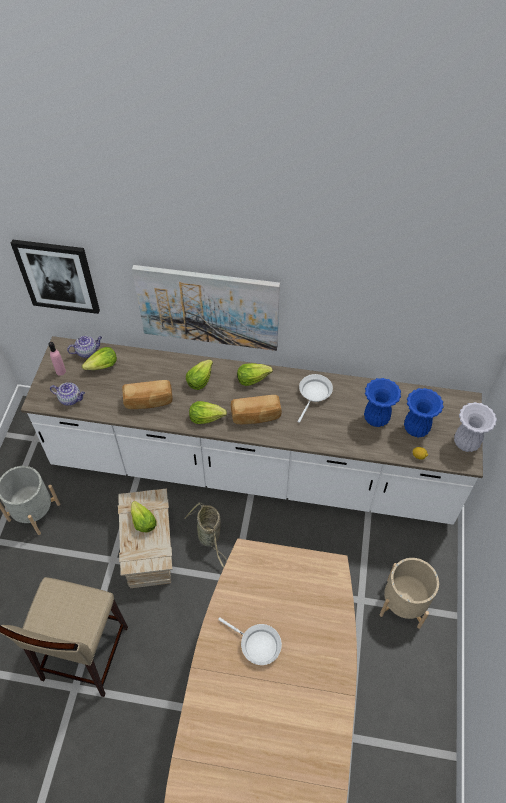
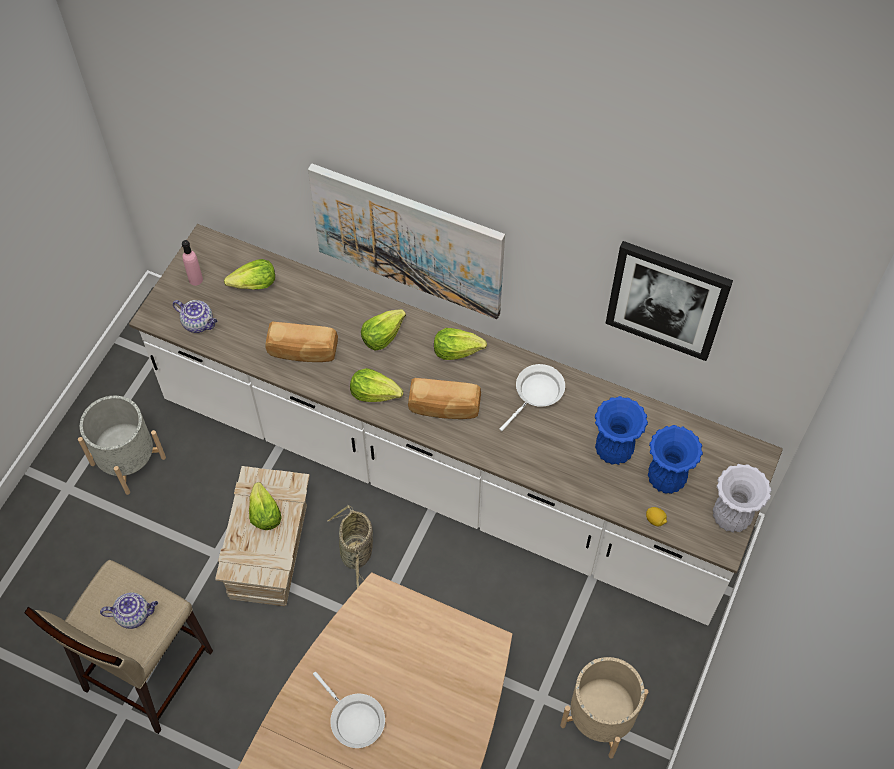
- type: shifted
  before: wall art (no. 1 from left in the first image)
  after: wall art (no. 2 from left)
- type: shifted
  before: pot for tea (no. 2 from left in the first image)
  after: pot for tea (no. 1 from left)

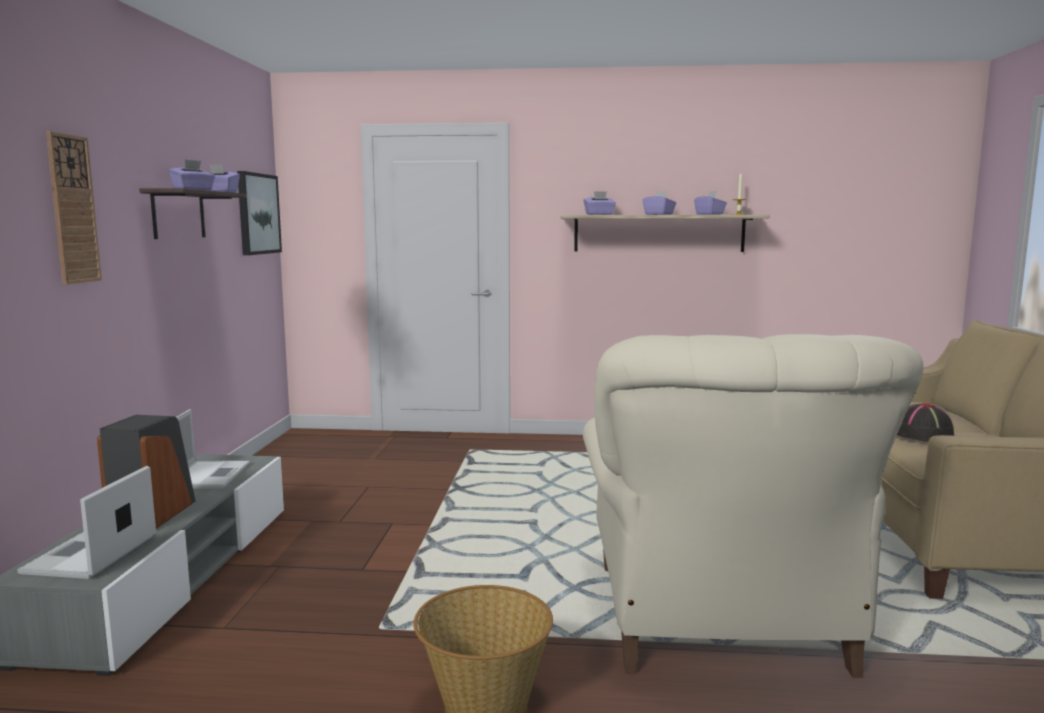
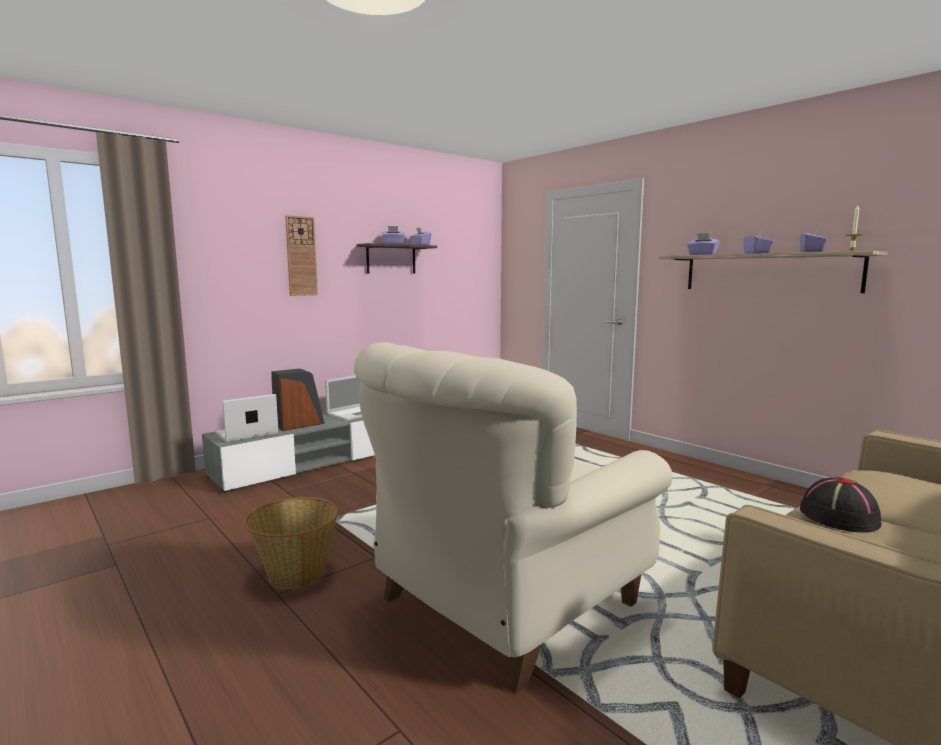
- type: gone
  before: wall art

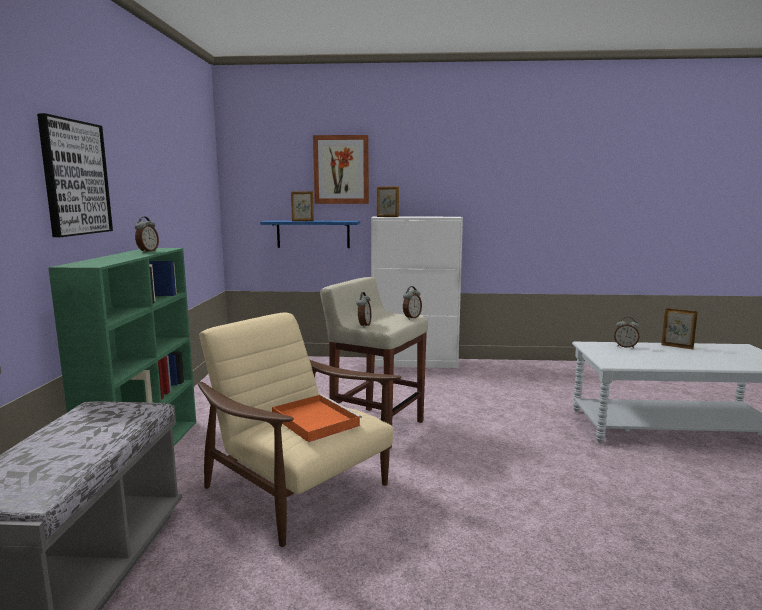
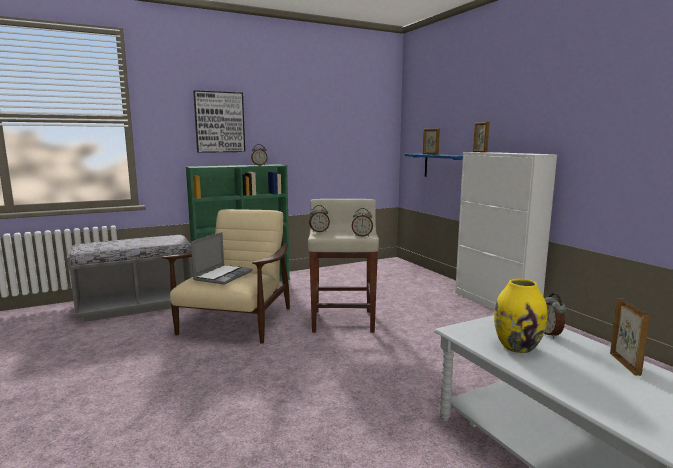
- type: gone
  before: wall art (no. 2 from left)
- type: new
  after: yellow-coloured vase
- type: swapped
  before: orangey carrying tray
  after: laptop

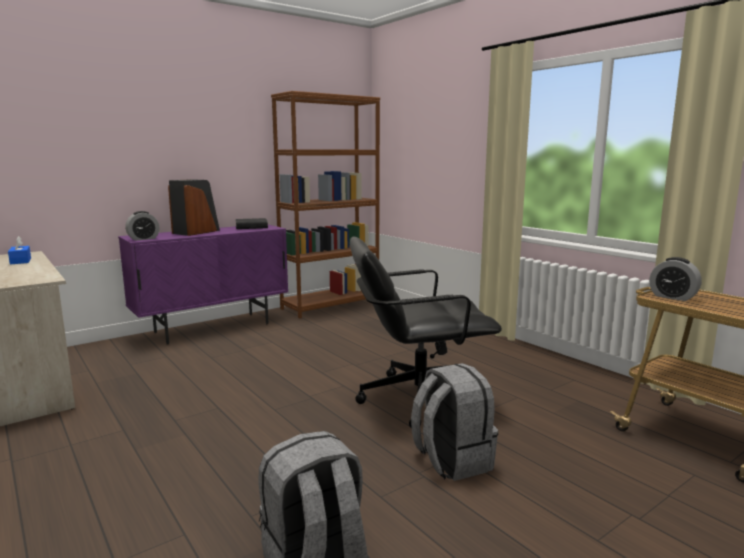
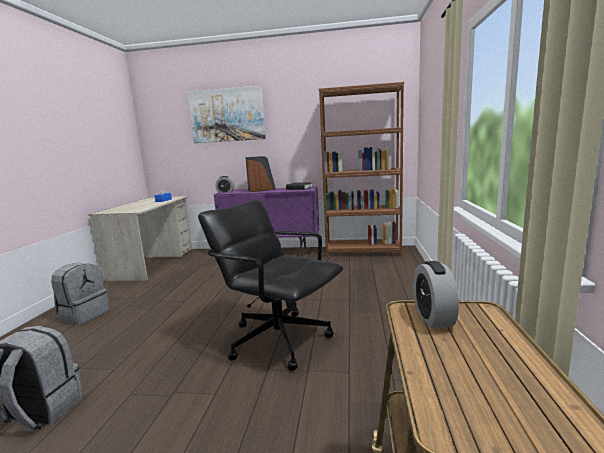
- type: new
  after: wall art
- type: shifted
  before: grey rucksack (no. 2 from left)

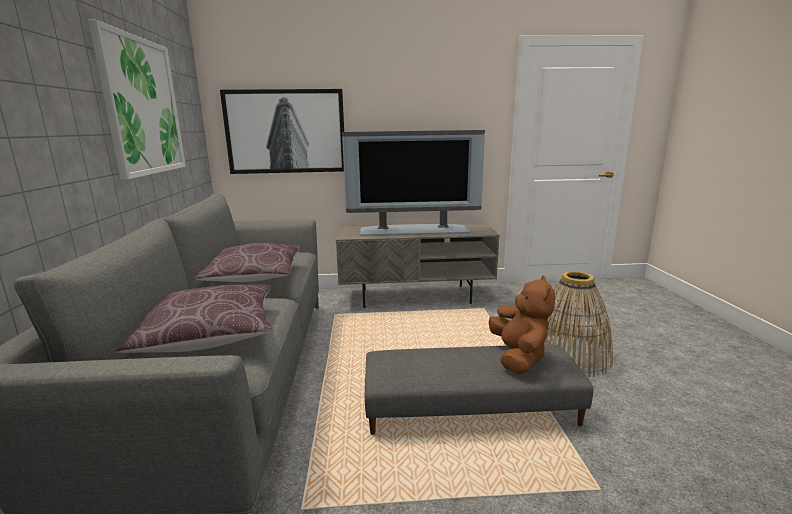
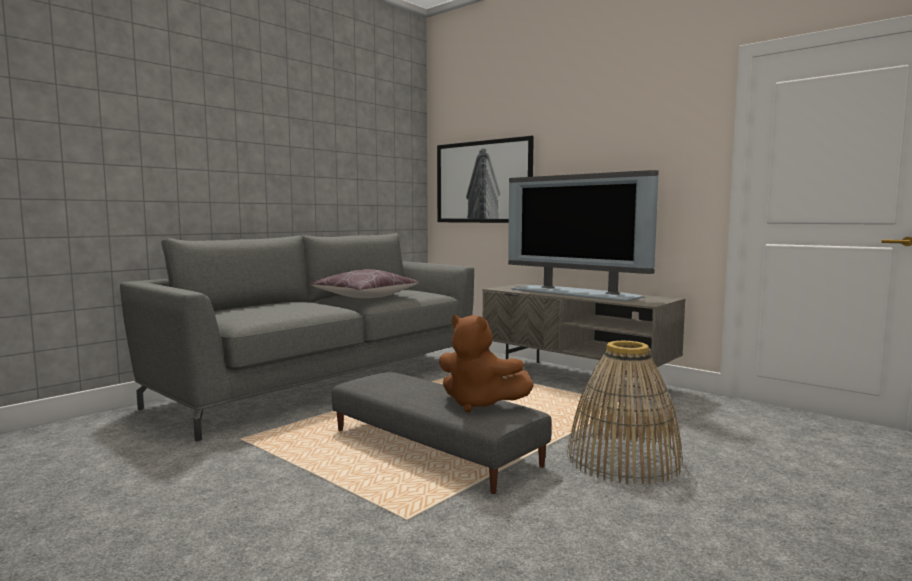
- type: gone
  before: wall art (no. 1 from left)
- type: gone
  before: brownish cushion (no. 1 from left)
- type: rotated
  before: brownish soft toy
  turn: 75

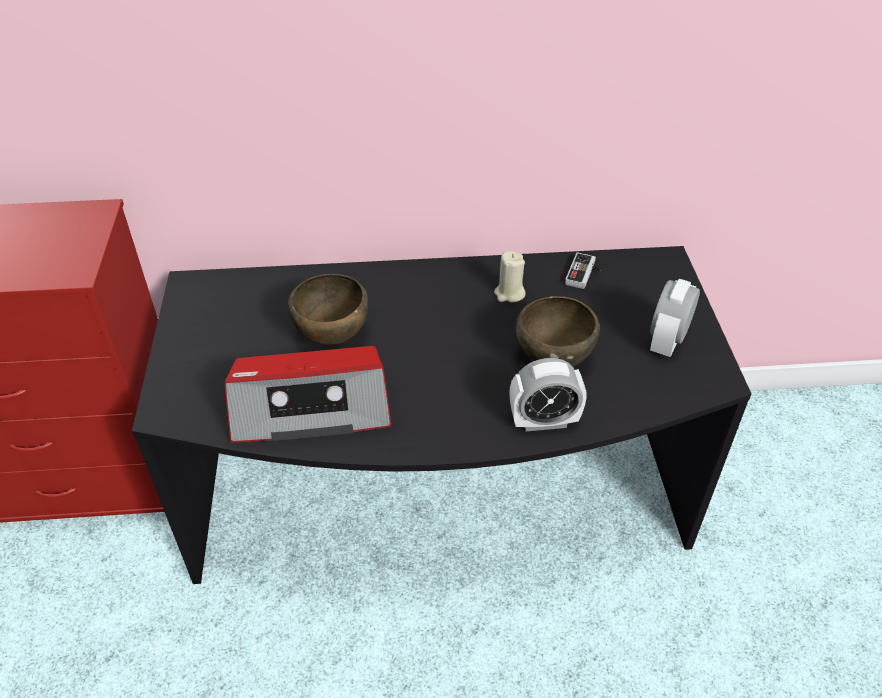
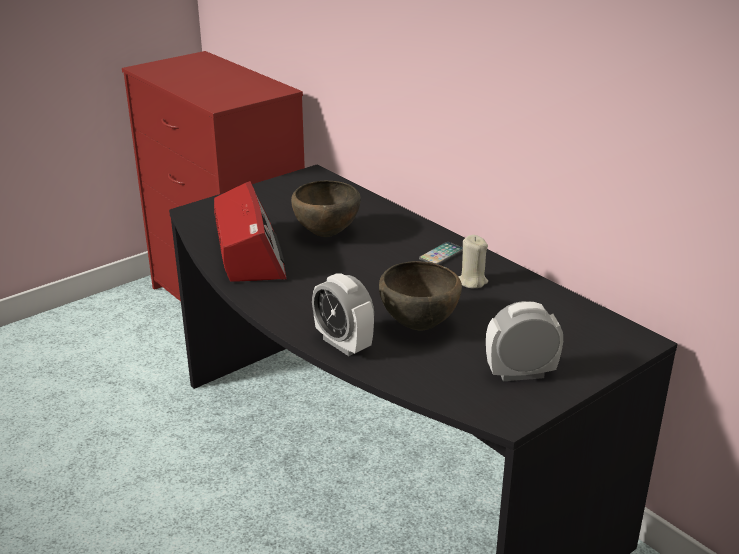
- type: gone
  before: gamepad
- type: new
  after: handset
- type: rotated
  before: radio set
  turn: -150

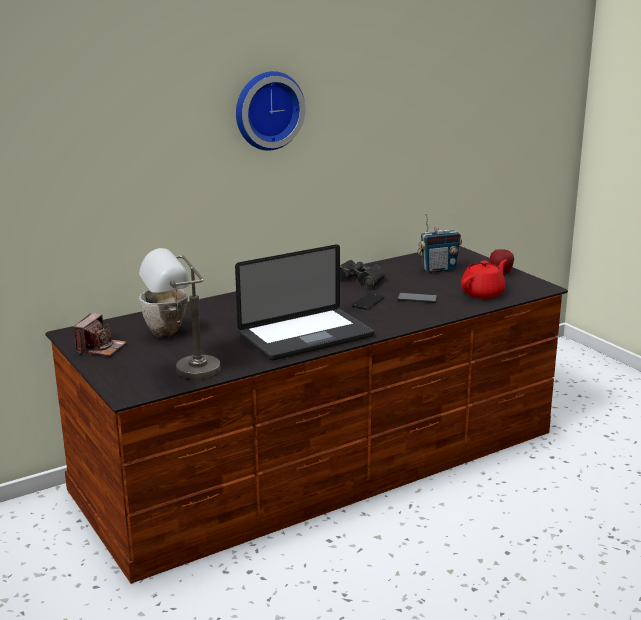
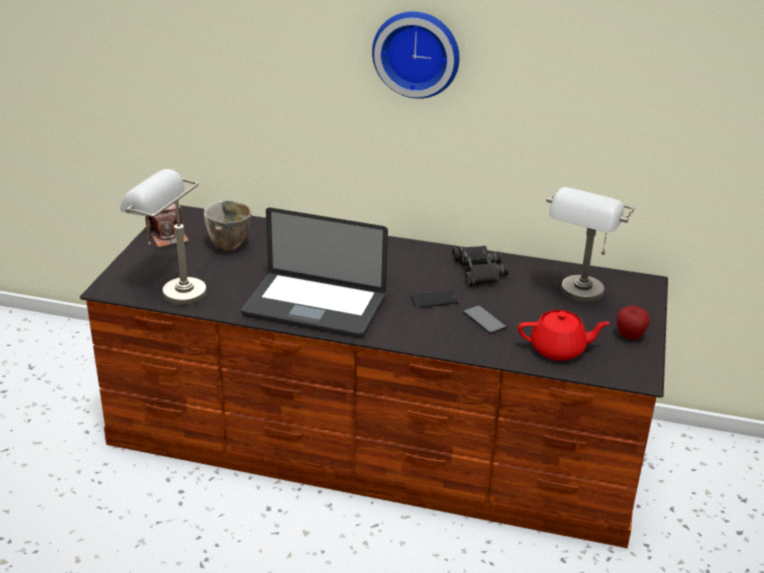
- type: swapped
  before: radio set
  after: grey table lamp (no. 2 from left)

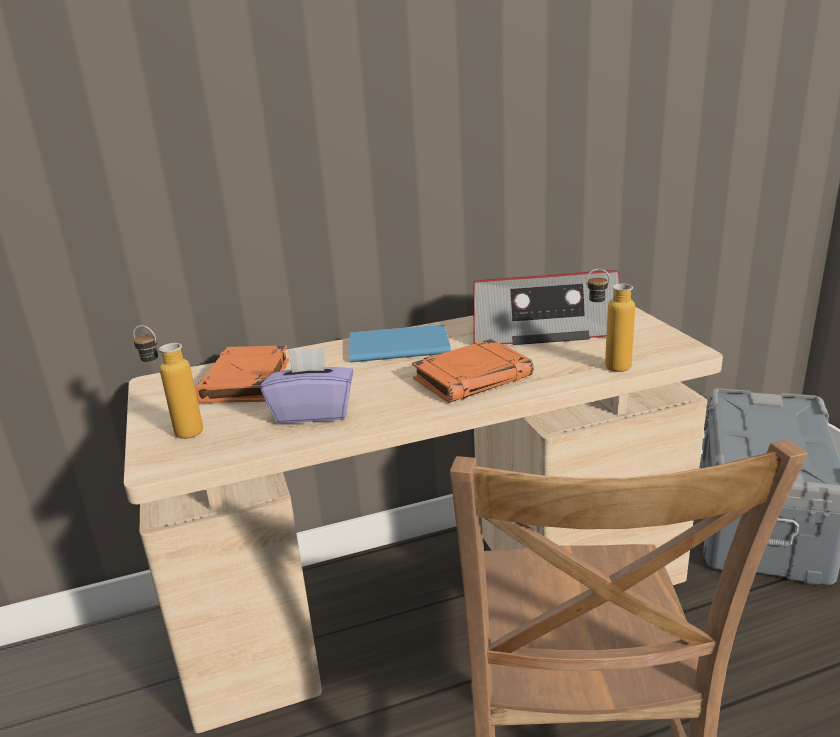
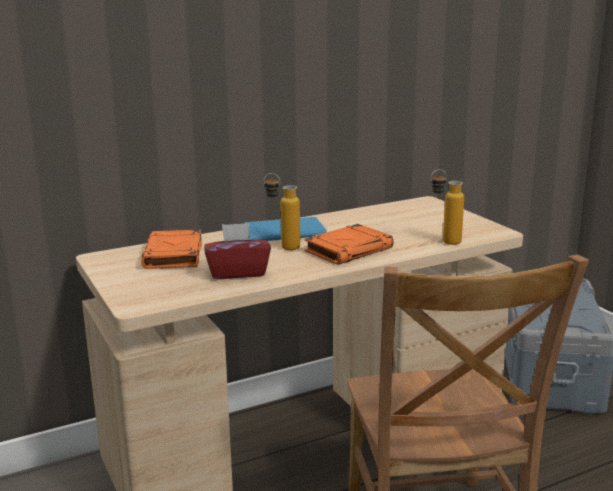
- type: gone
  before: radio set
- type: shifted
  before: beverage bottle (no. 1 from left)
- type: repainted
  before: purple tissue box
  after: red-coloured tissue box

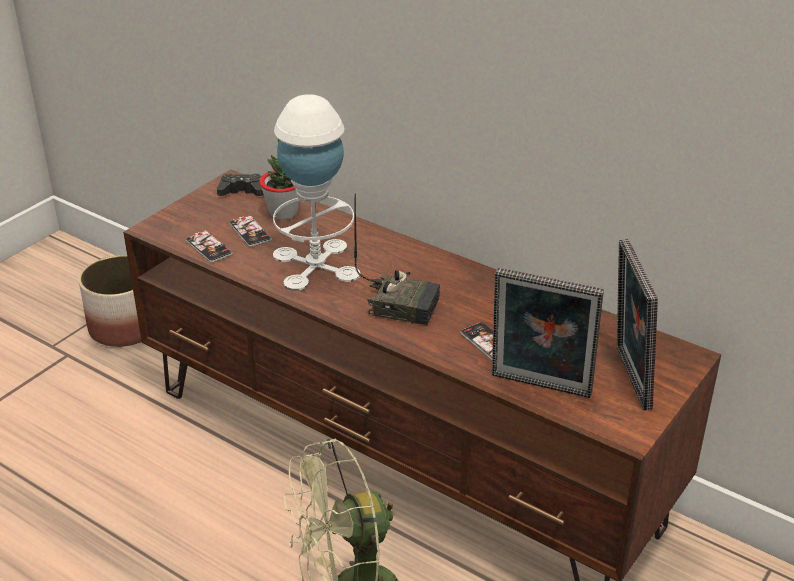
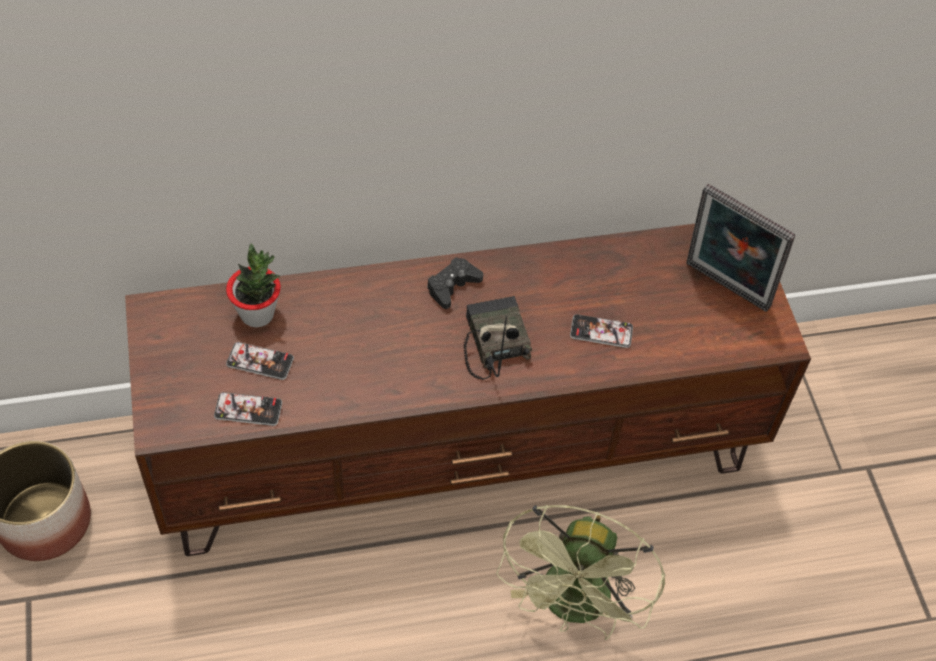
- type: gone
  before: white table lamp
- type: gone
  before: picture frame (no. 1 from left)
- type: shifted
  before: blackish gamepad
- type: rotated
  before: radio set
  turn: -75

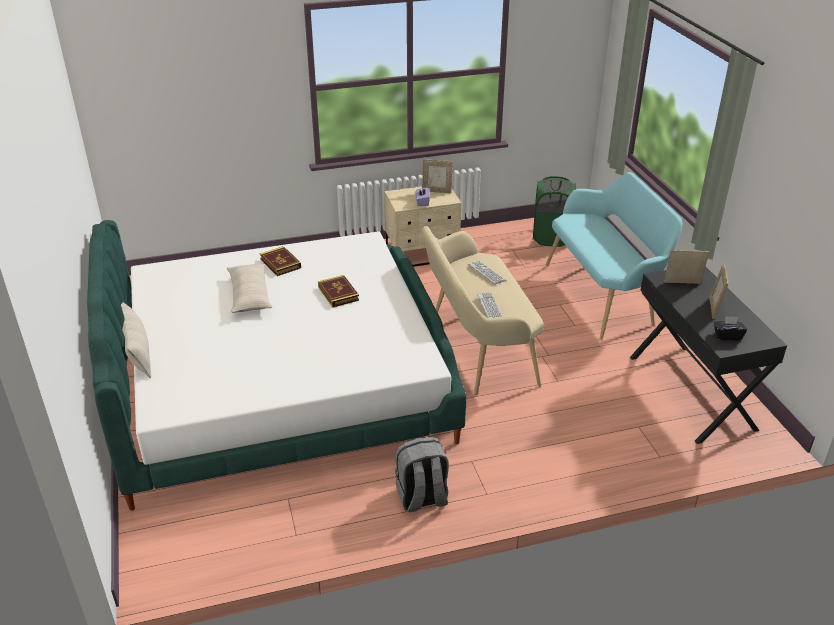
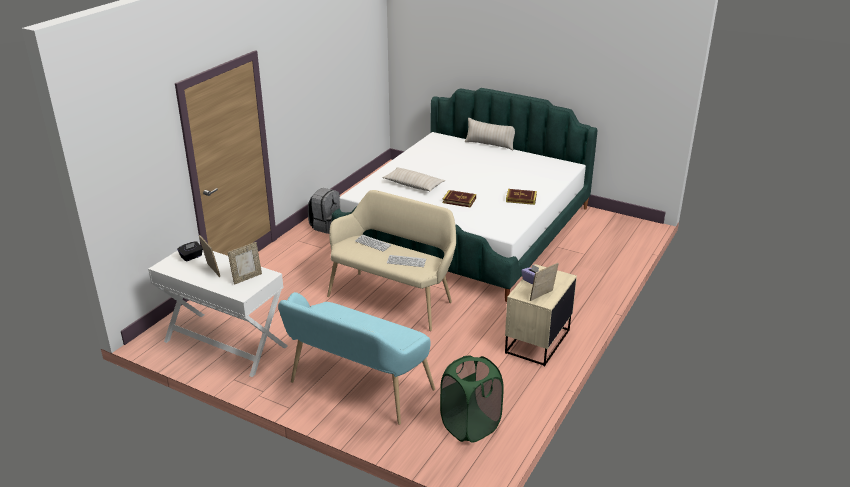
- type: shifted
  before: beige-coloured cushion (no. 2 from left in the first image)
  after: beige-coloured cushion (no. 1 from left)
- type: repainted
  before: blackish desk unit
  after: white desk unit

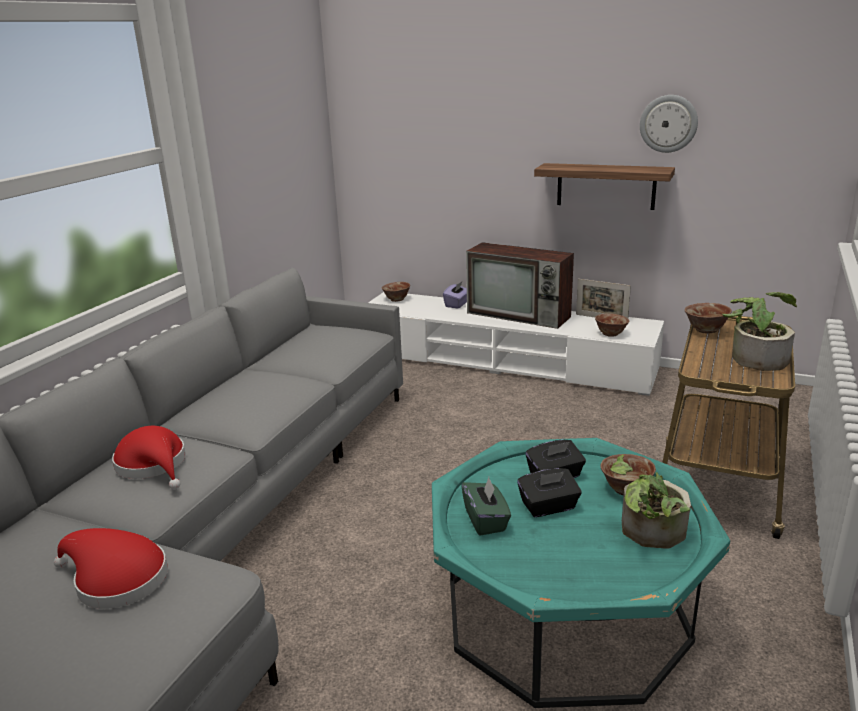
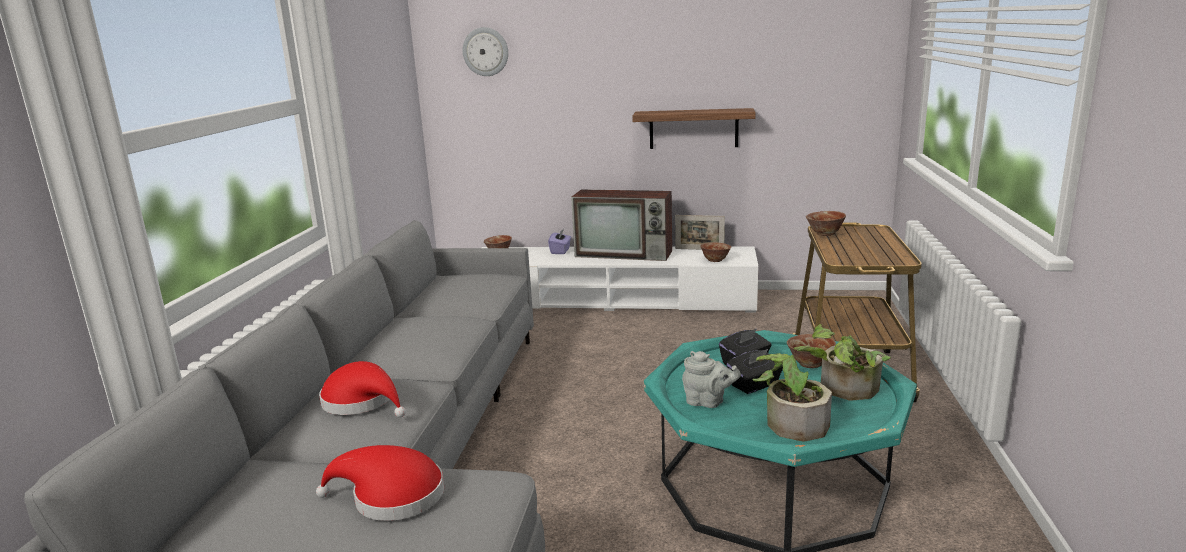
- type: shifted
  before: wall clock
- type: shifted
  before: potted plant (no. 2 from left in the first image)
  after: potted plant (no. 1 from left)
- type: swapped
  before: green-coloured tissue box
  after: grey pot for tea

